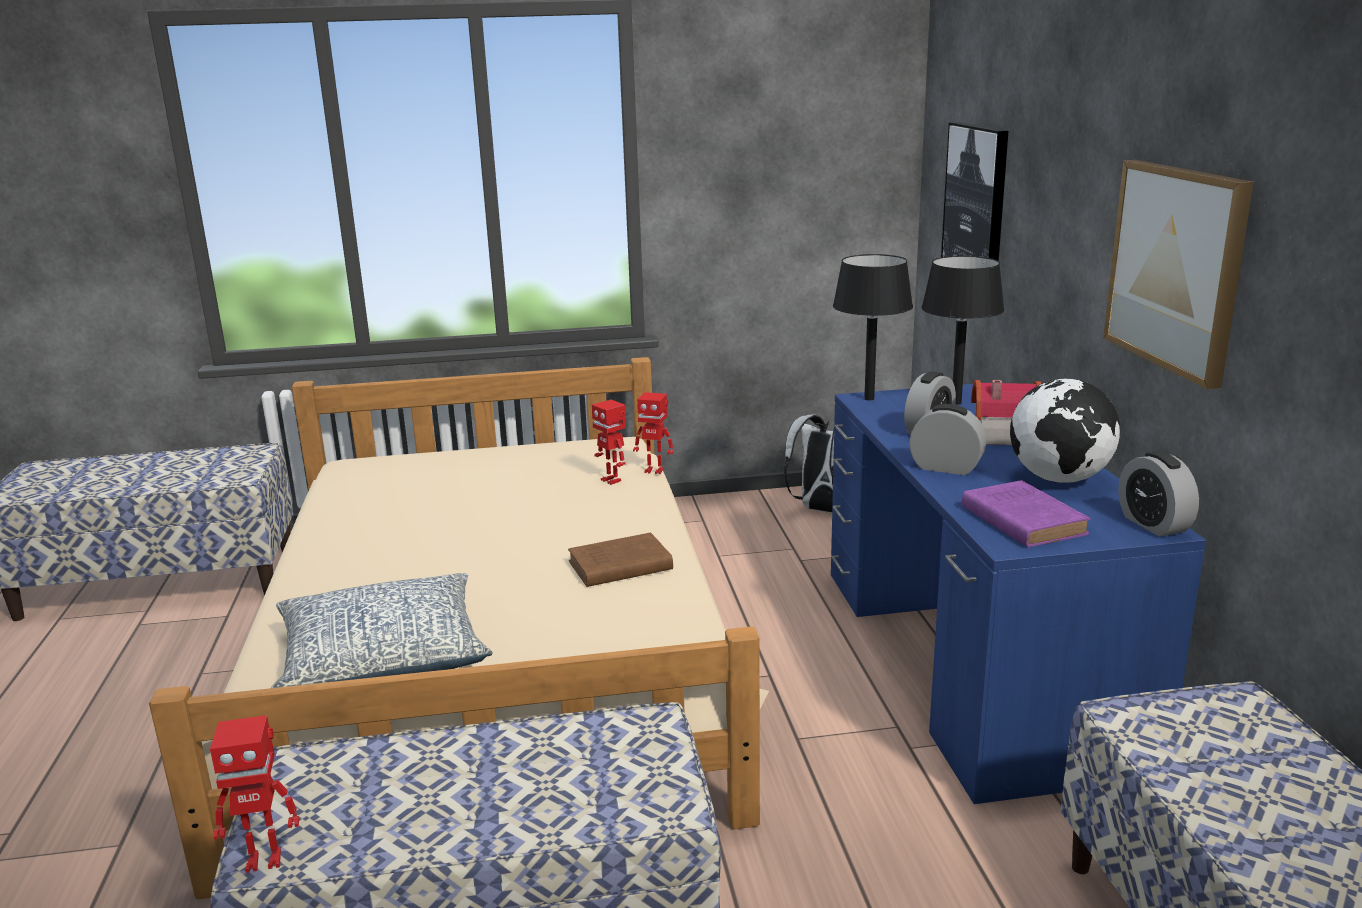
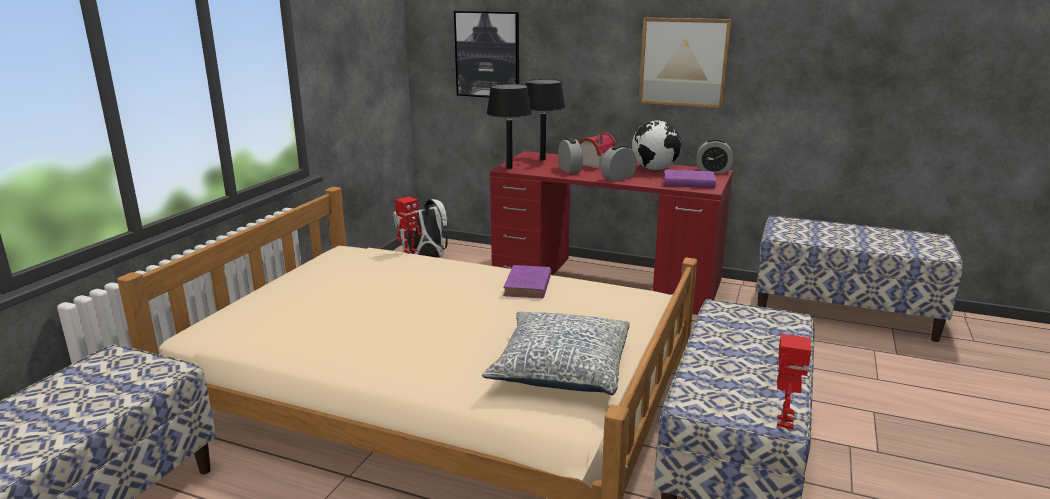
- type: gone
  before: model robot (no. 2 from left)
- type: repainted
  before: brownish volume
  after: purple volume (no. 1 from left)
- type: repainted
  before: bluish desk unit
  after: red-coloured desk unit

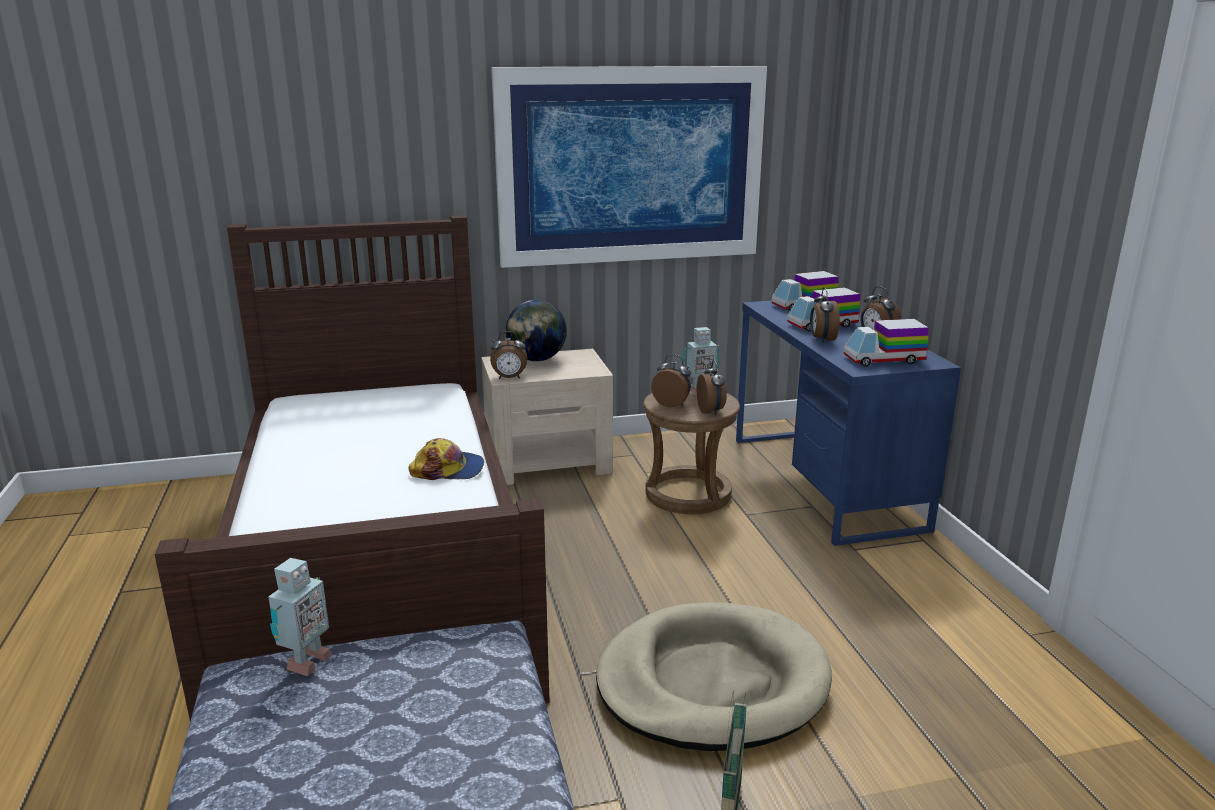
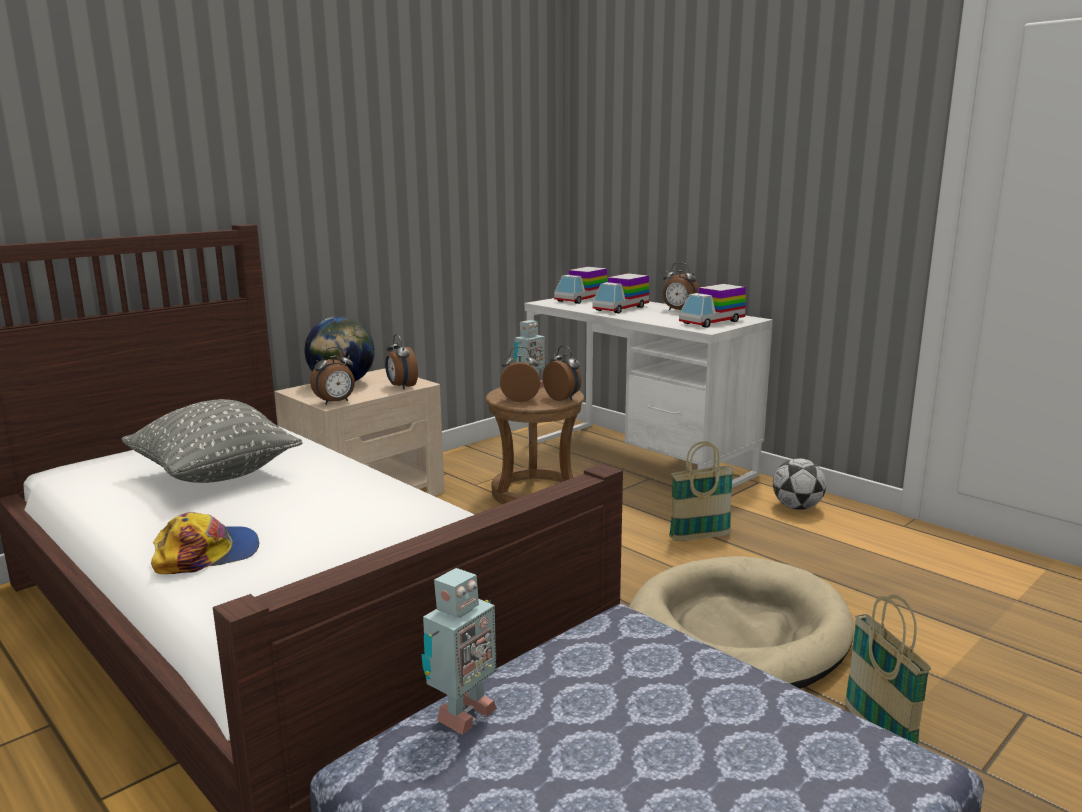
- type: gone
  before: wall art
- type: new
  after: grey cushion
- type: new
  after: storage basket (no. 1 from left)
- type: new
  after: football ball
- type: shifted
  before: peaked cap
- type: shifted
  before: table clock (no. 4 from left in the first image)
  after: table clock (no. 2 from left)
- type: repainted
  before: bluish desk unit
  after: white desk unit
- type: rotated
  before: model robot (no. 1 from left)
  turn: 45

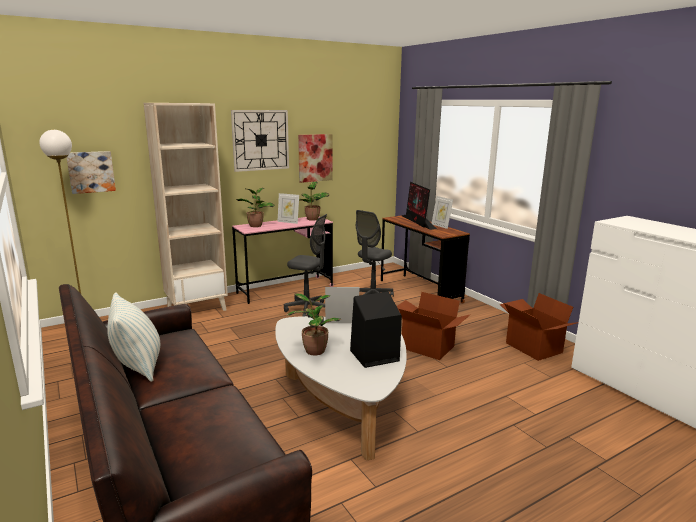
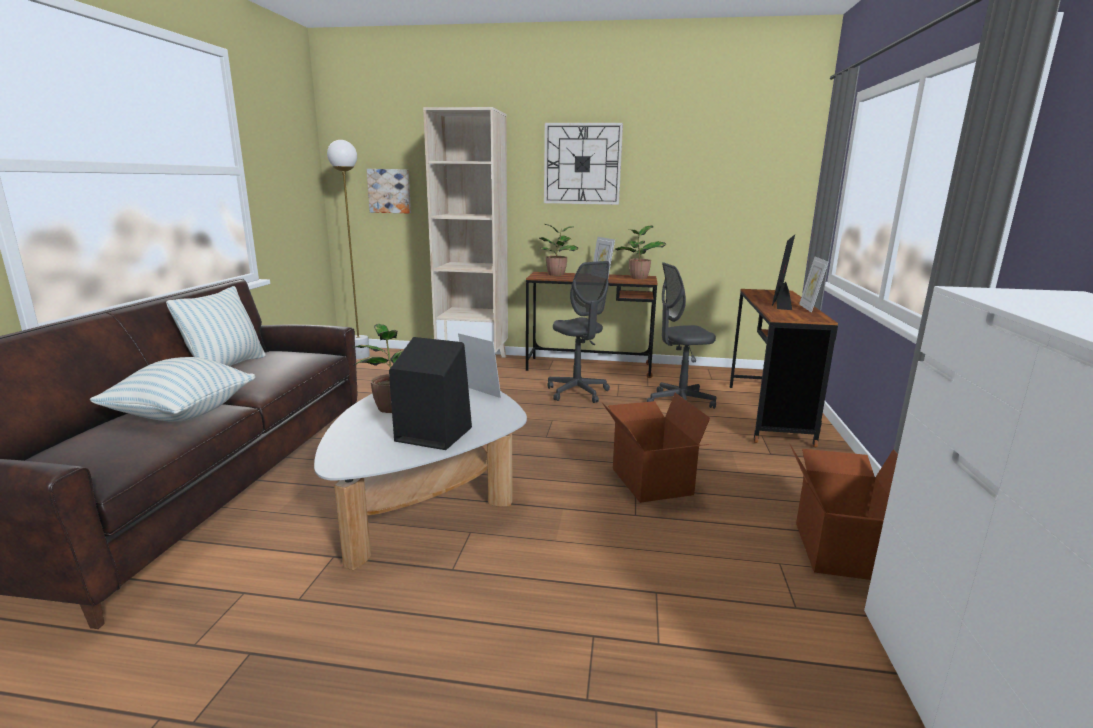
- type: gone
  before: wall art (no. 2 from left)
- type: new
  after: cushion (no. 1 from left)
- type: repainted
  before: pinkish desk unit
  after: brownish desk unit (no. 1 from left)

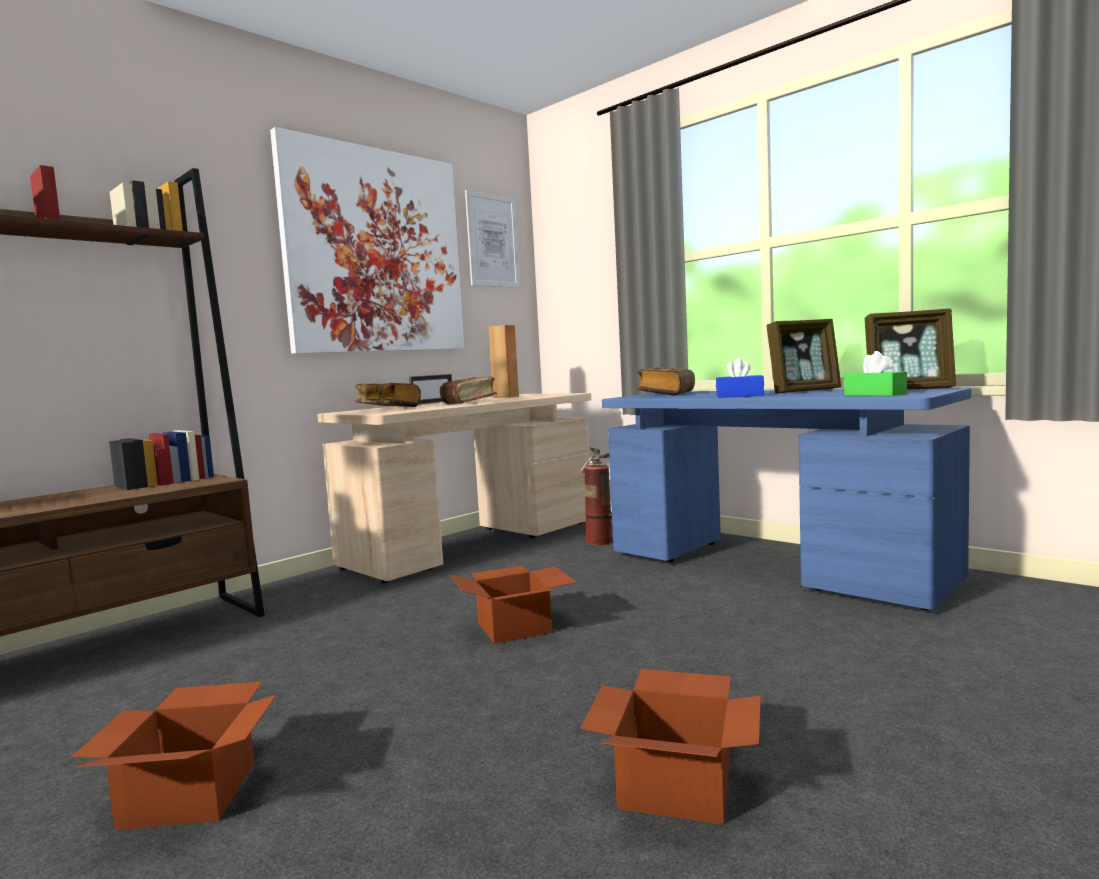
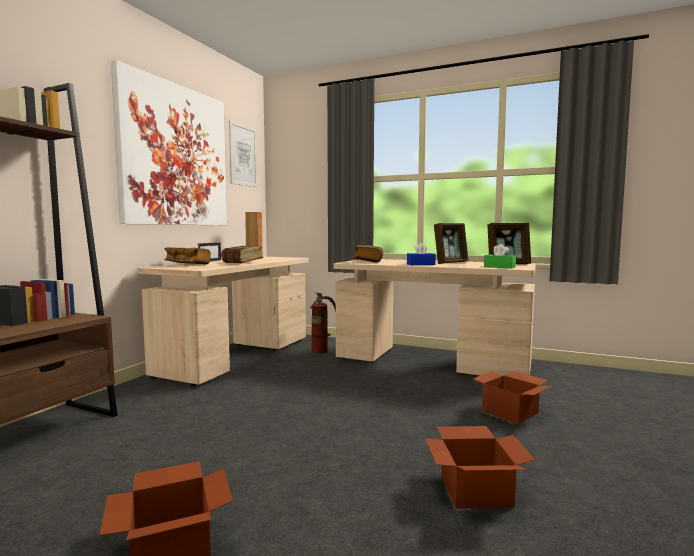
- type: shifted
  before: cardboard box (no. 2 from left in the first image)
  after: cardboard box (no. 3 from left)
- type: repainted
  before: bluish desk unit
  after: beige-coloured desk unit (no. 2 from left)

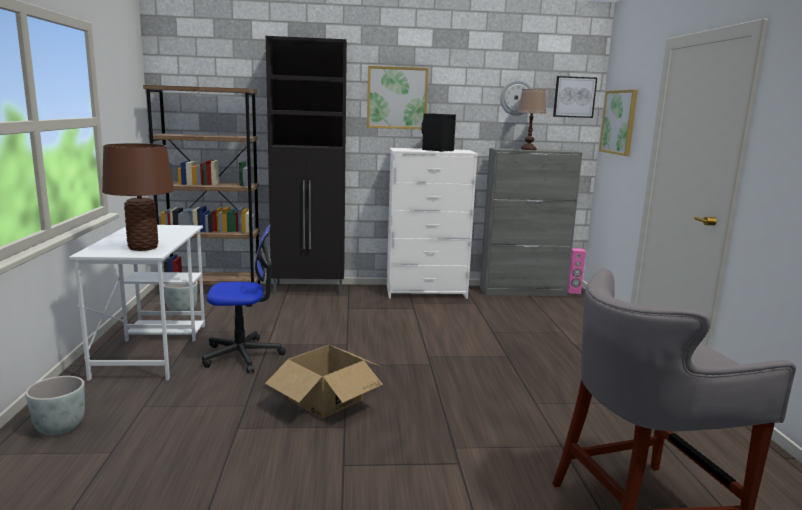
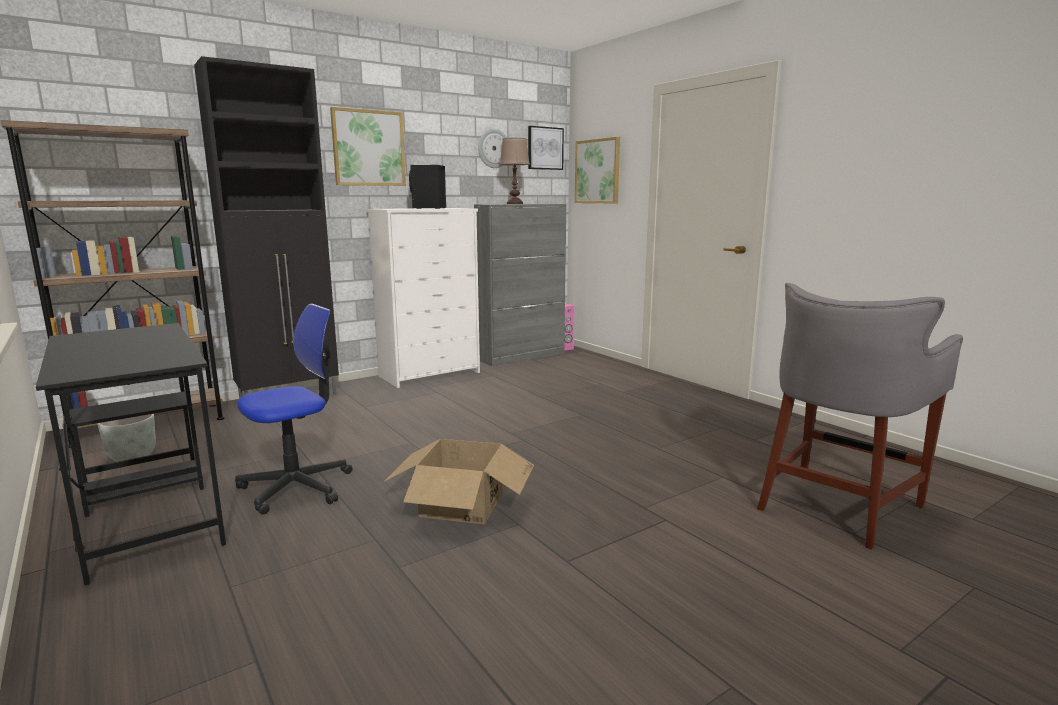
- type: gone
  before: grey planter (no. 1 from left)
- type: gone
  before: brownish table lamp (no. 1 from left)
- type: repainted
  before: white desk unit
  after: blackish desk unit

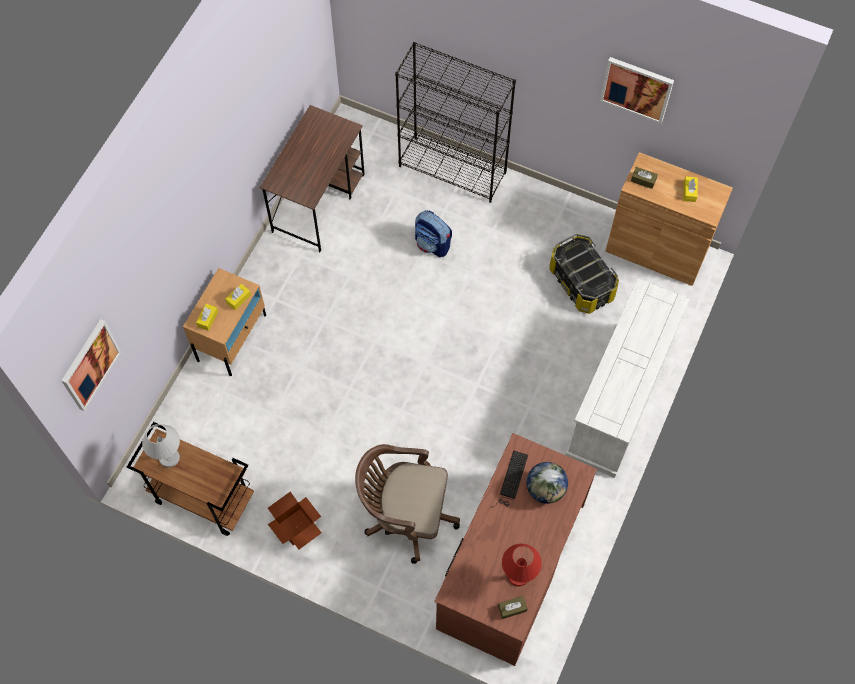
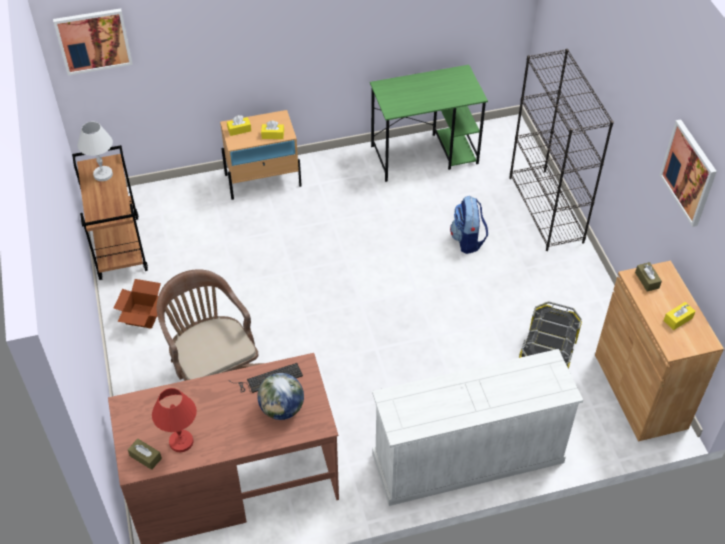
- type: repainted
  before: brownish desk unit (no. 1 from left)
  after: green-coloured desk unit

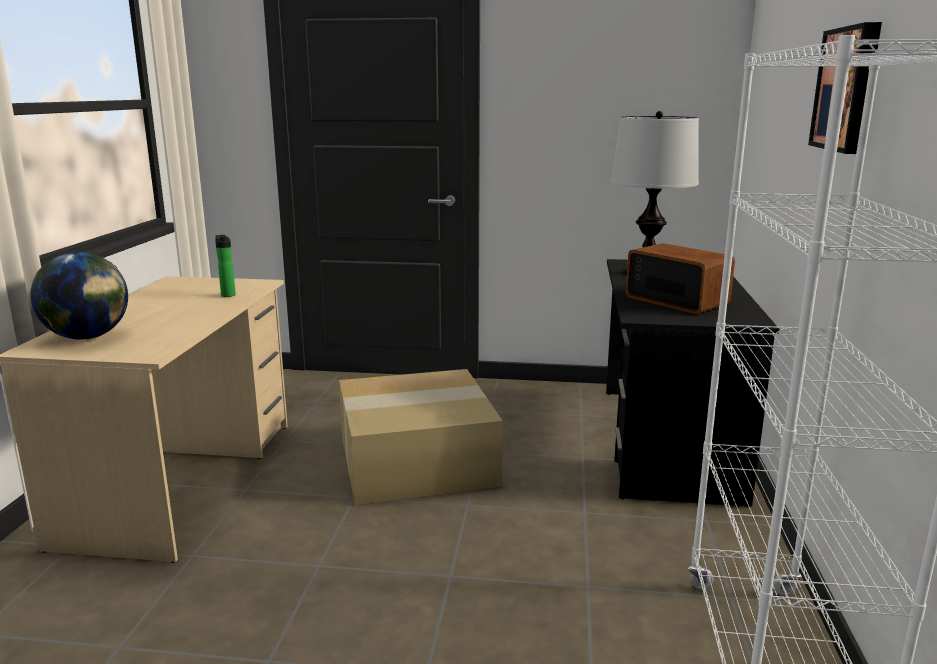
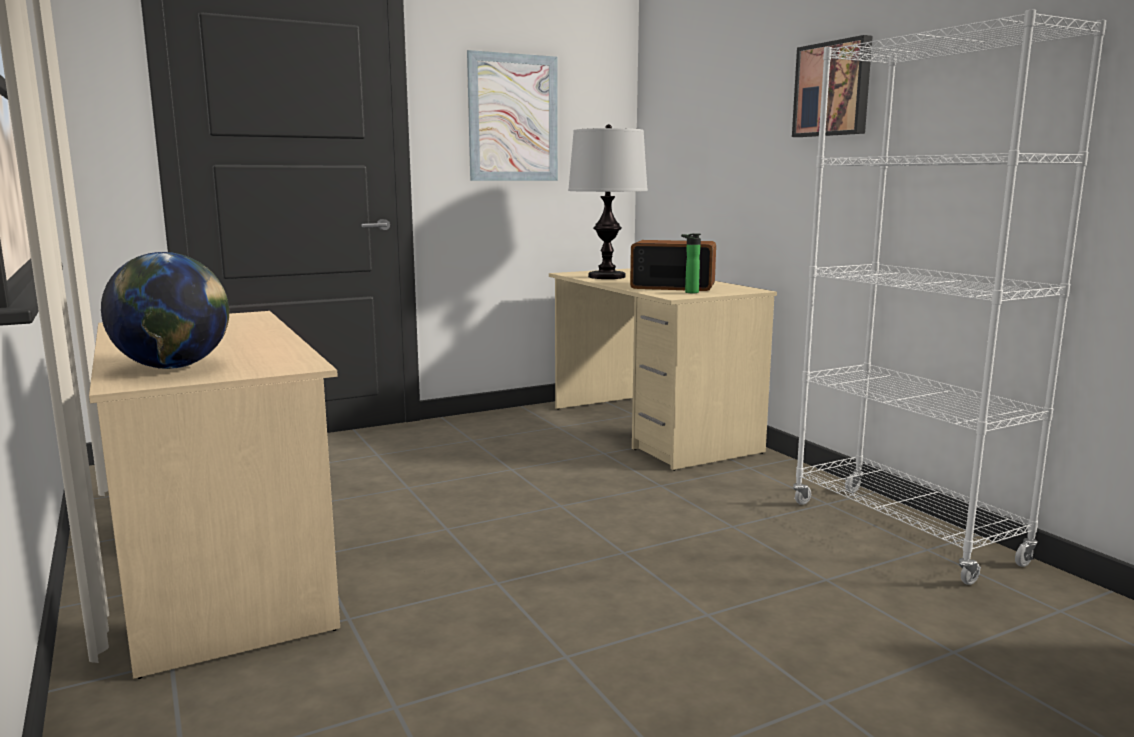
- type: gone
  before: cardboard box
- type: new
  after: wall art (no. 1 from left)
- type: shifted
  before: beverage bottle
- type: repainted
  before: blackish desk unit
  after: beige-coloured desk unit (no. 2 from left)

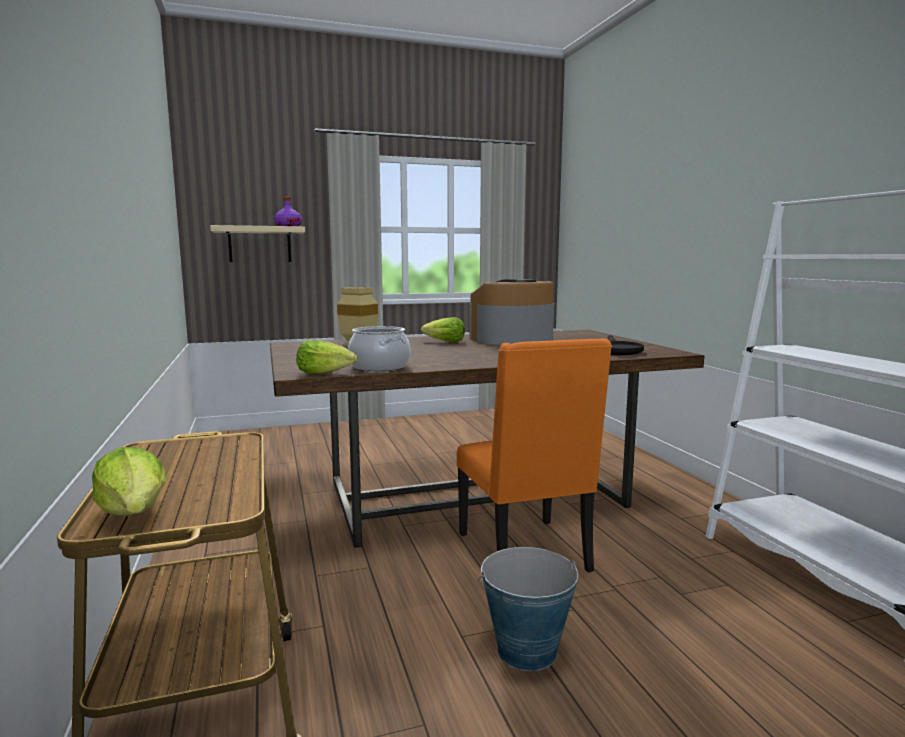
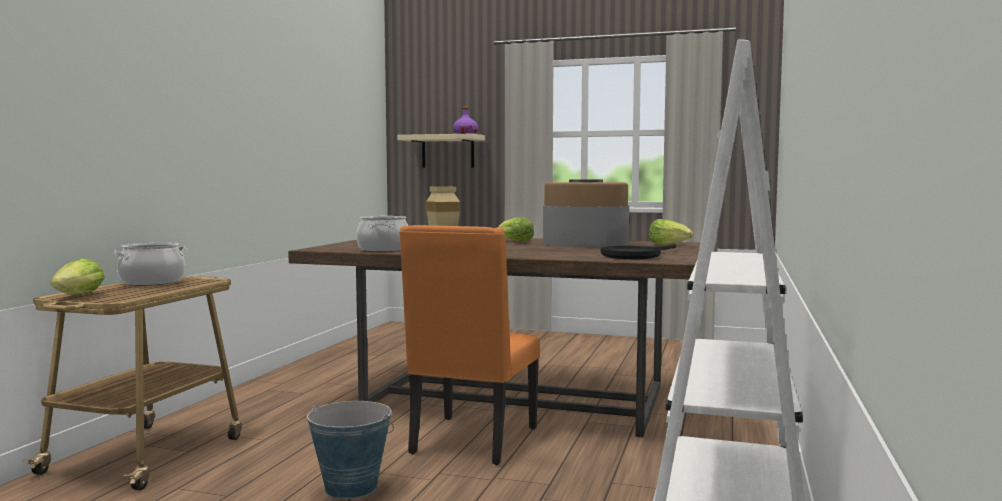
- type: new
  after: cooking pot (no. 1 from left)
- type: shifted
  before: head of lettuce (no. 2 from left in the first image)
  after: head of lettuce (no. 3 from left)

